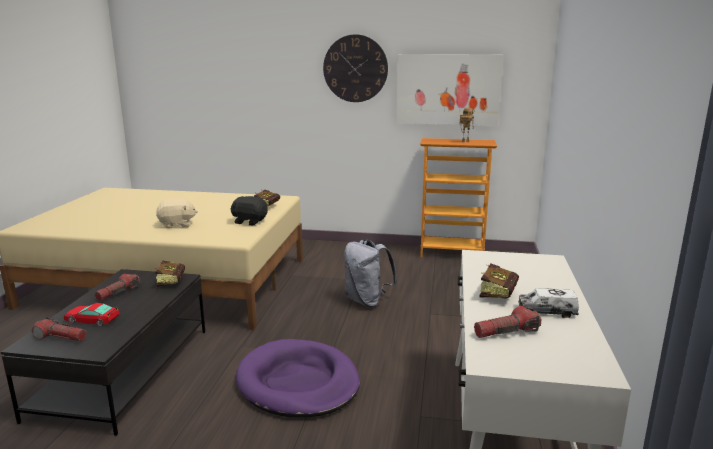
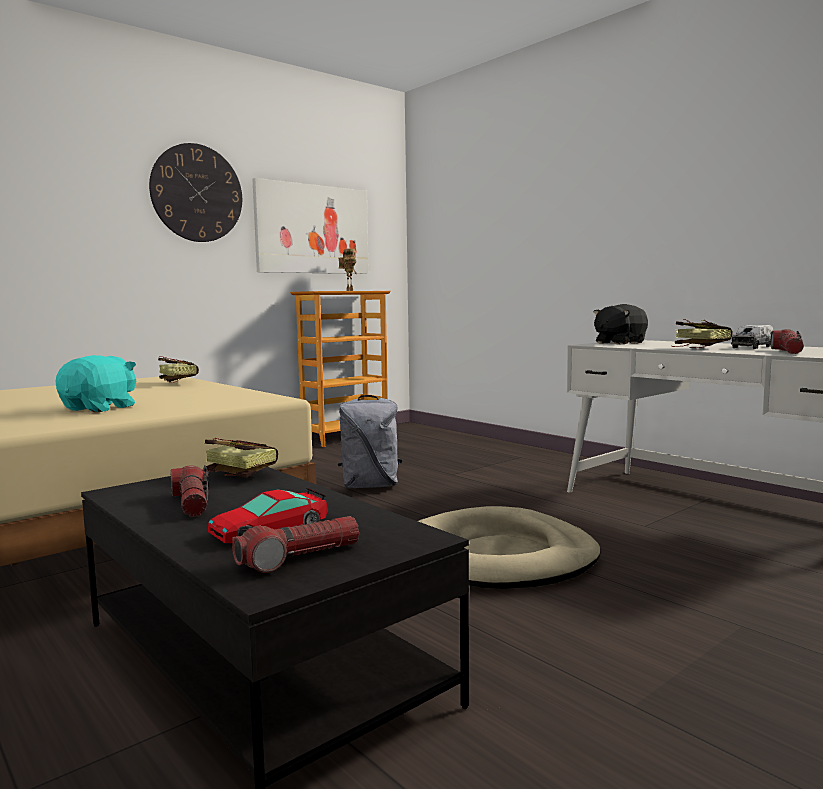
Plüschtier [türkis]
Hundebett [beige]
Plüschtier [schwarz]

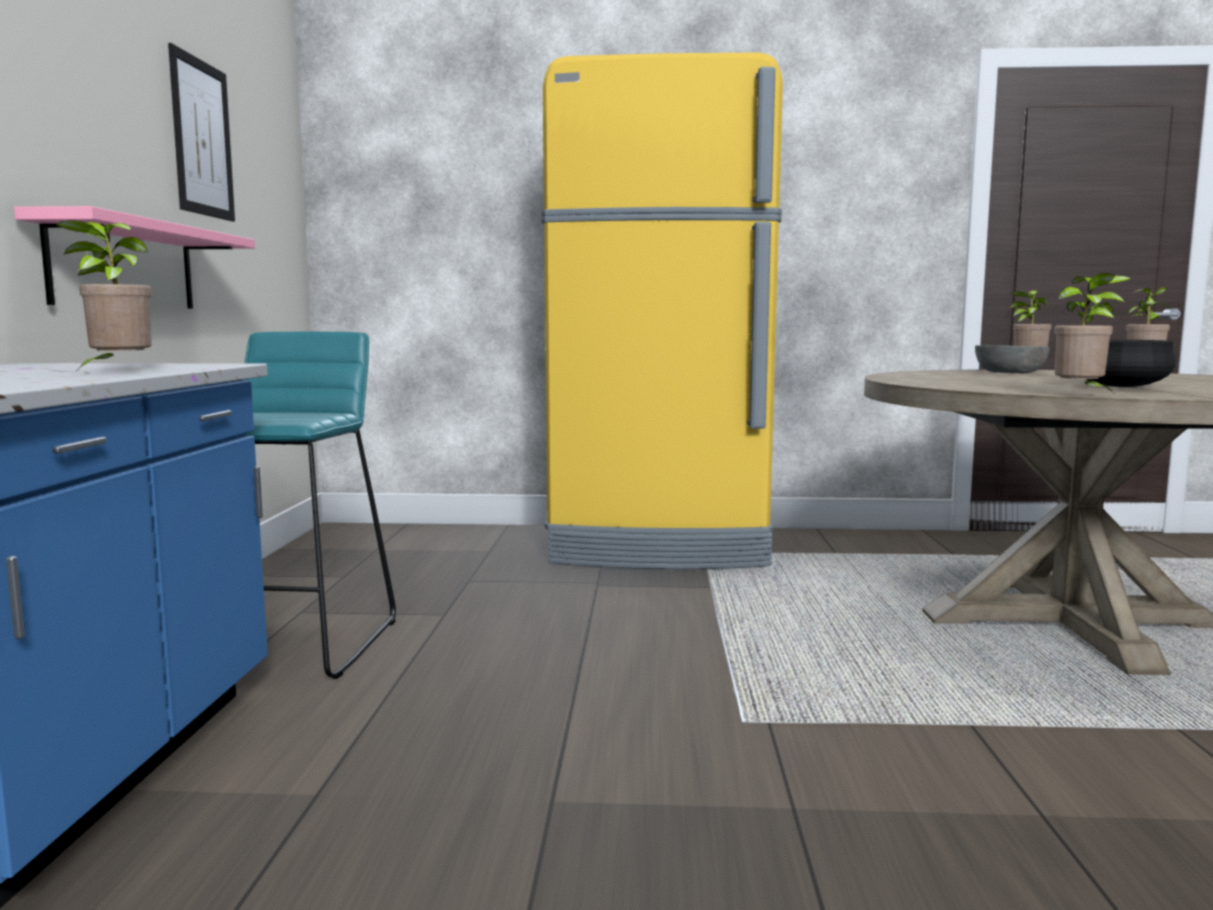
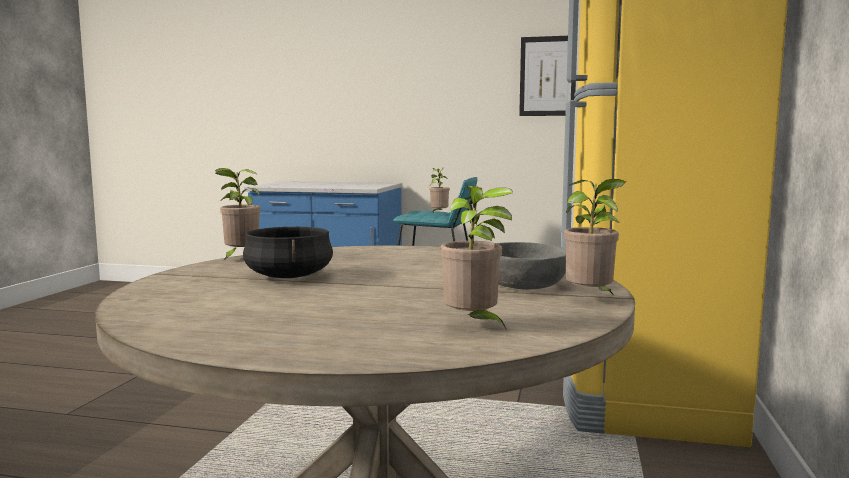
Topfpflanze (no. 2 from left)
Wandregal [rosa]

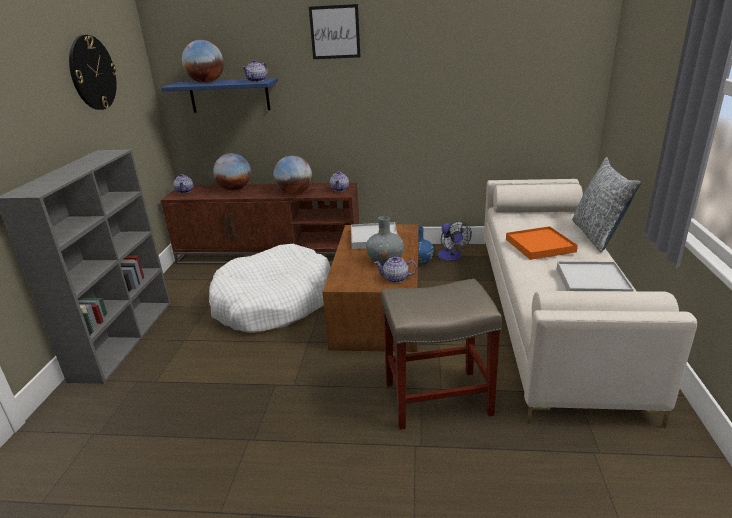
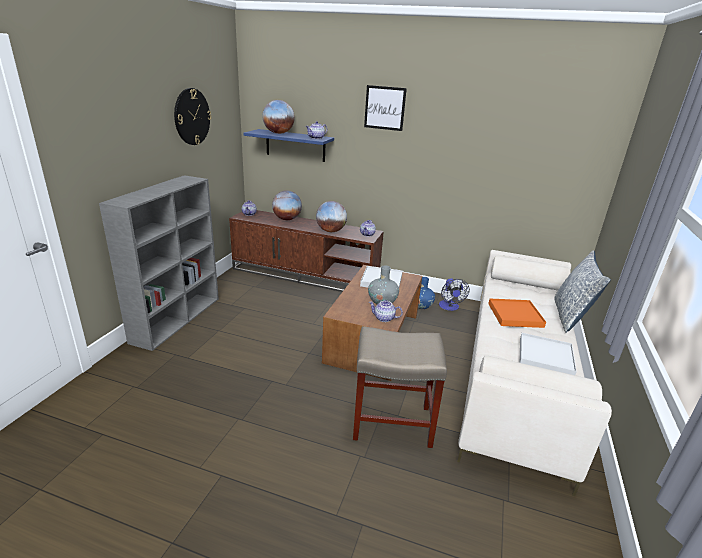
Hundebett [weiß]

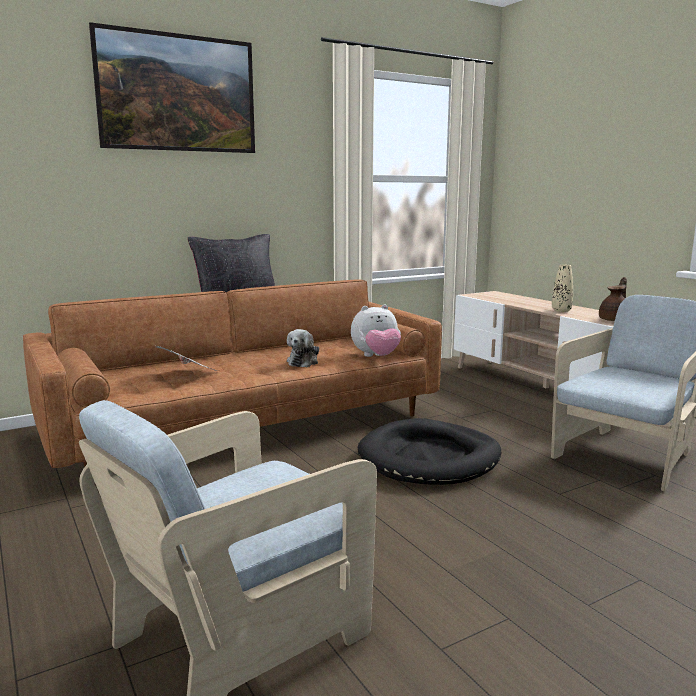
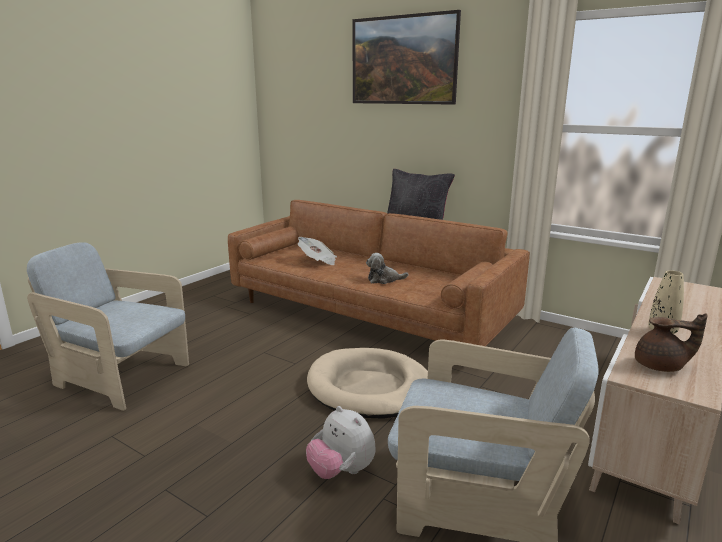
Plüschtier (no. 1 from left)
Hundebett [beige]

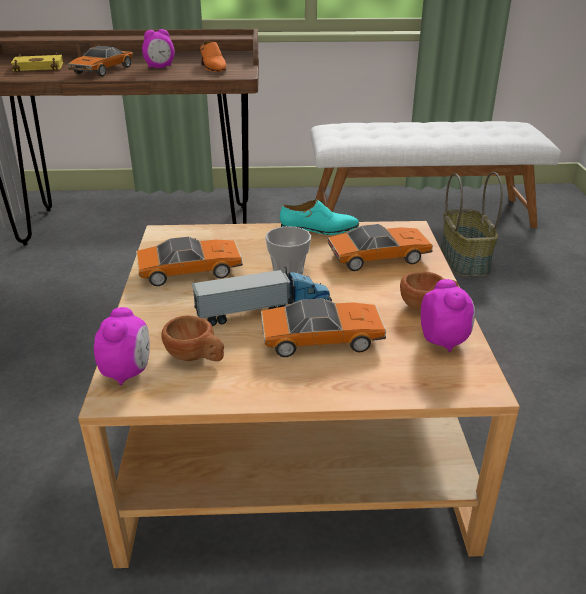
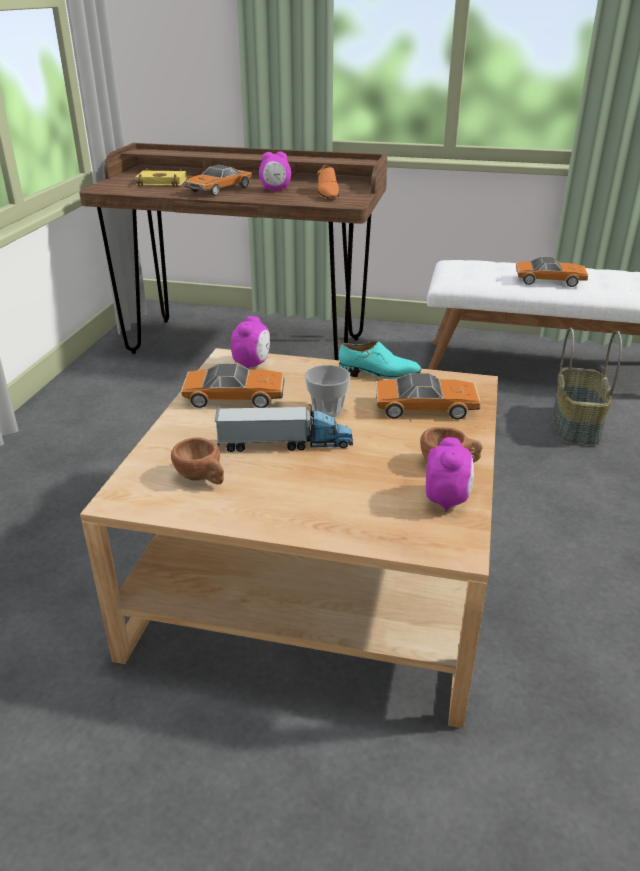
Wecker (no. 1 from left)
Spielzeugauto (no. 4 from left)

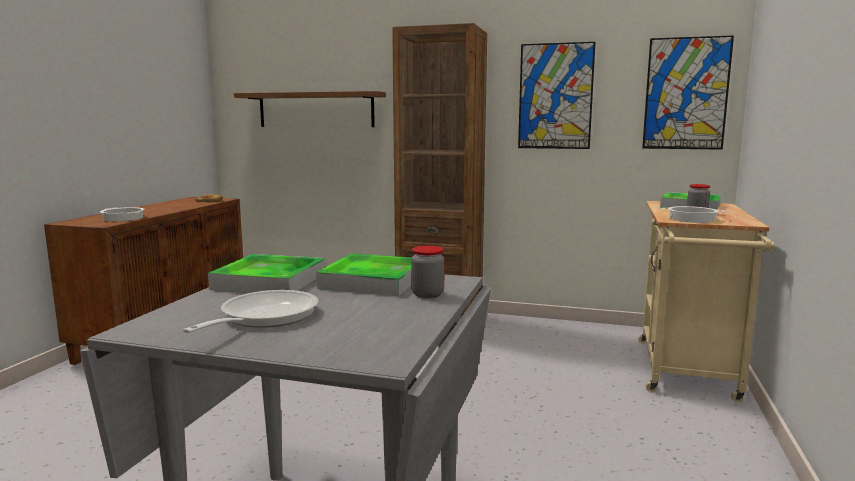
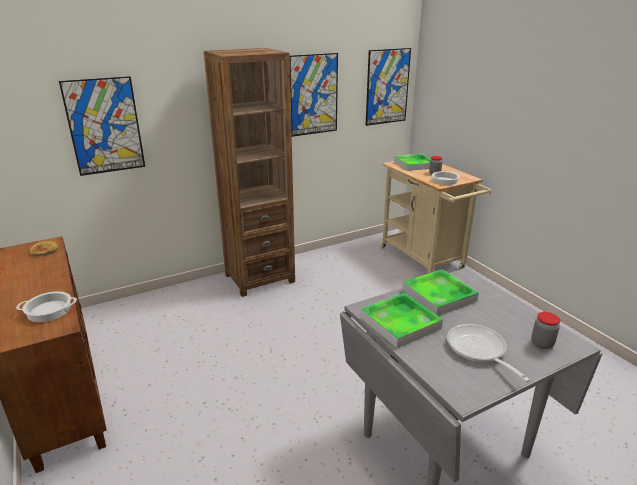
Bild (no. 1 from left)
Vorratsglas (no. 2 from left)

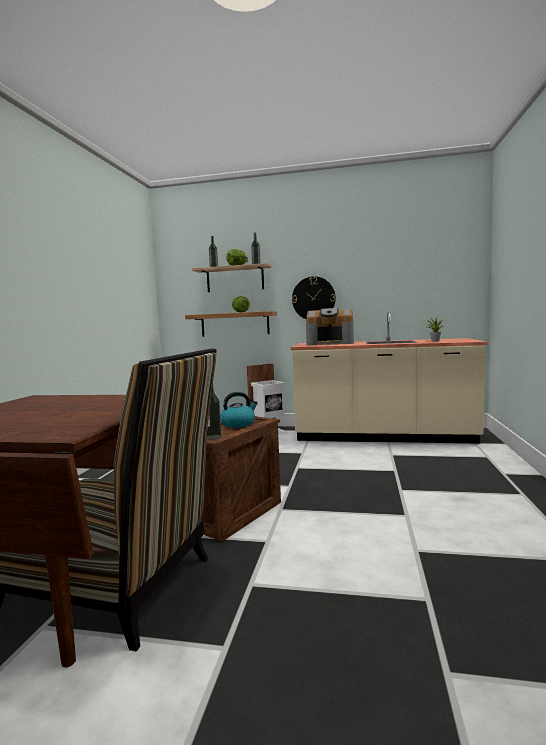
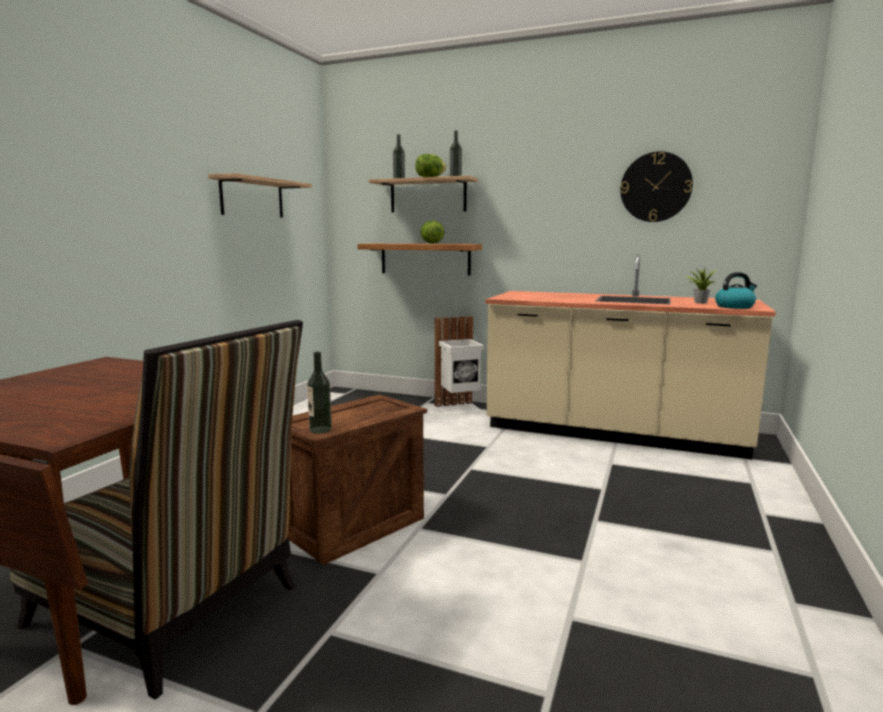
Wandregal (no. 1 from left)
Wanduhr
Wasserkessel
Kaffeemaschine

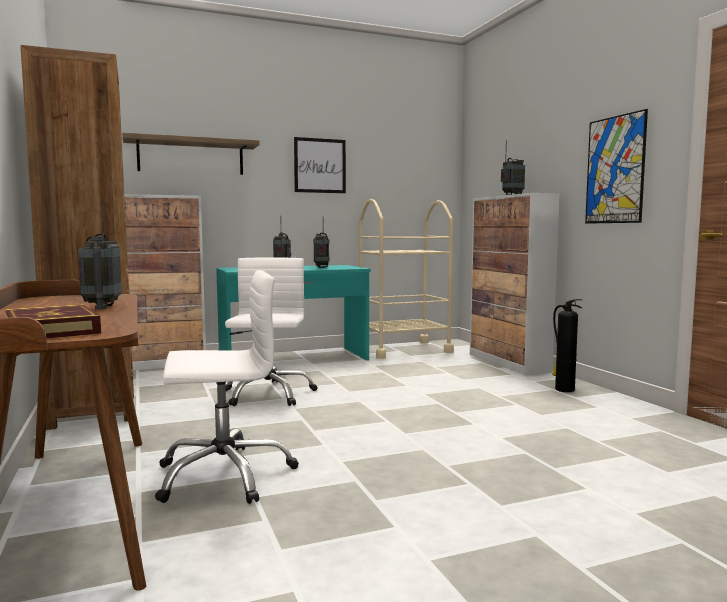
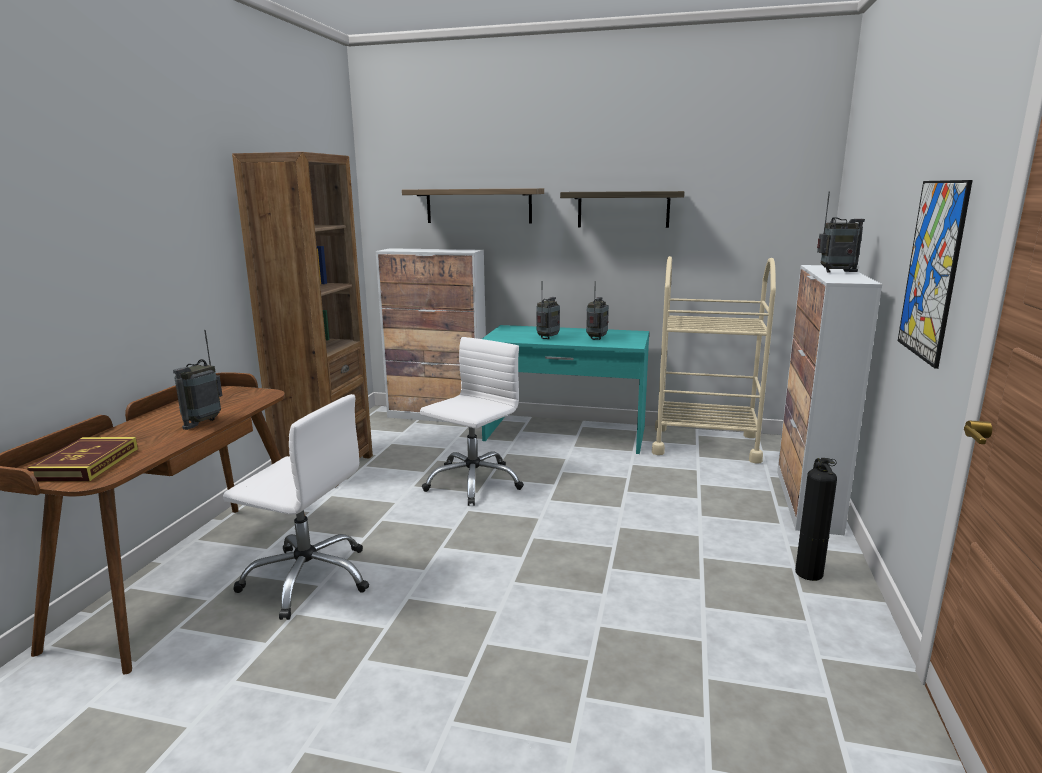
Wandregal (no. 2 from left)

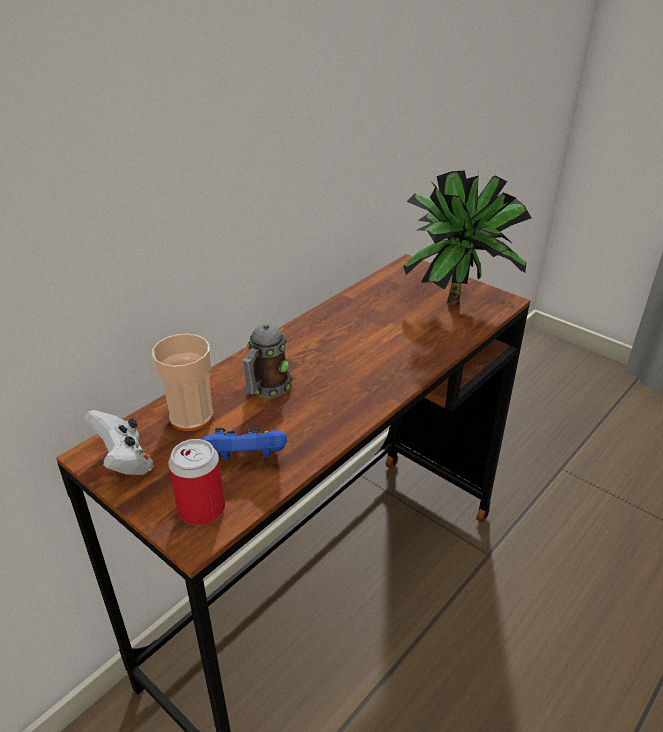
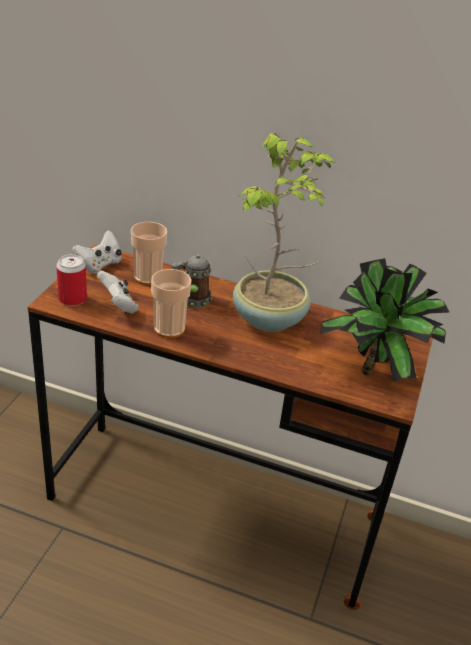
Gamepad [weiß] (no. 2 from left)
Tasse (no. 2 from left)
Topfpflanze (no. 1 from left)

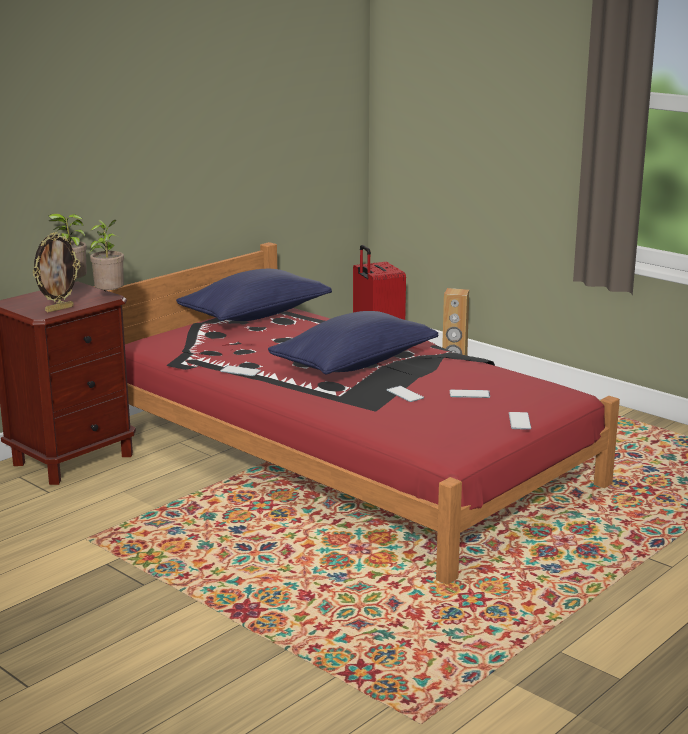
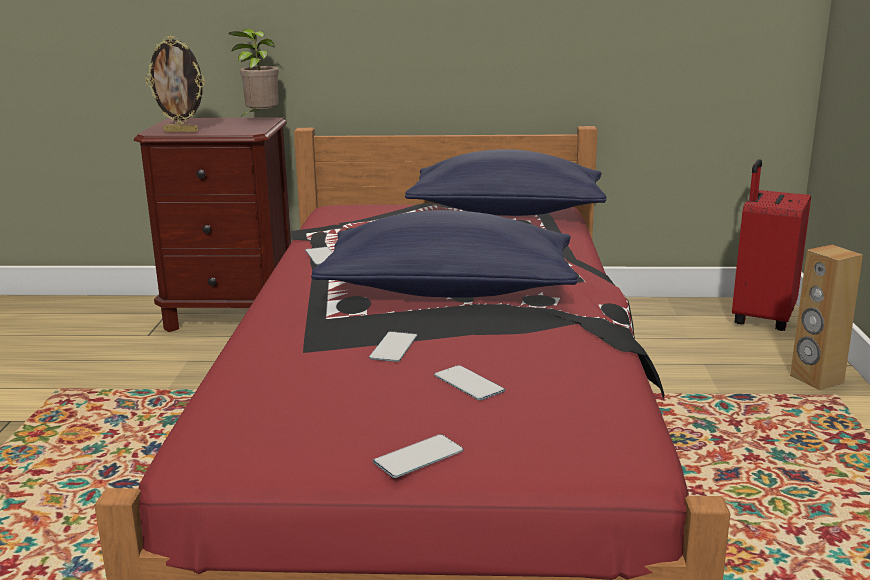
Topfpflanze (no. 2 from left in the first image)

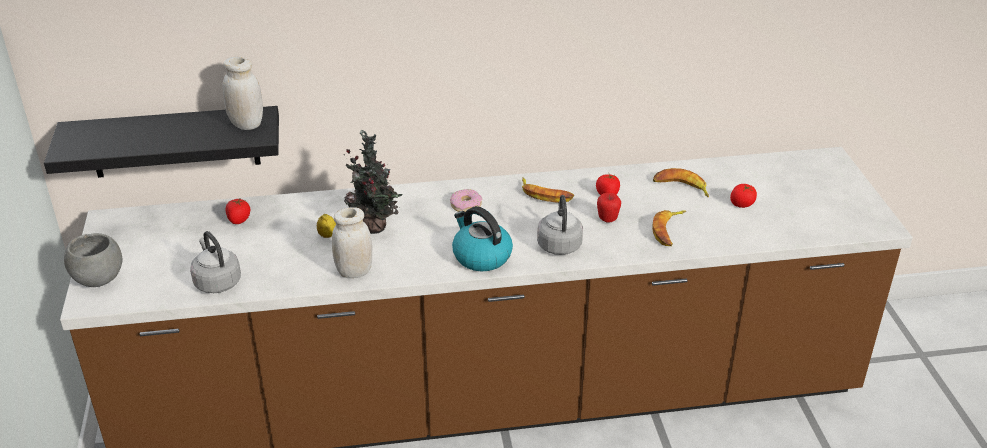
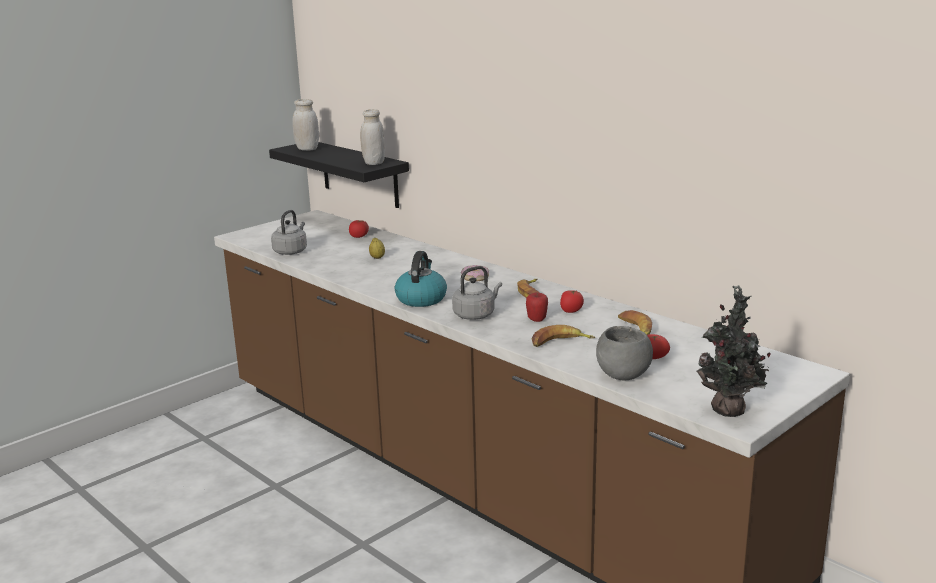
Vorratsglas [weiß] (no. 1 from left)
Schüssel [grau]
Topfpflanze

